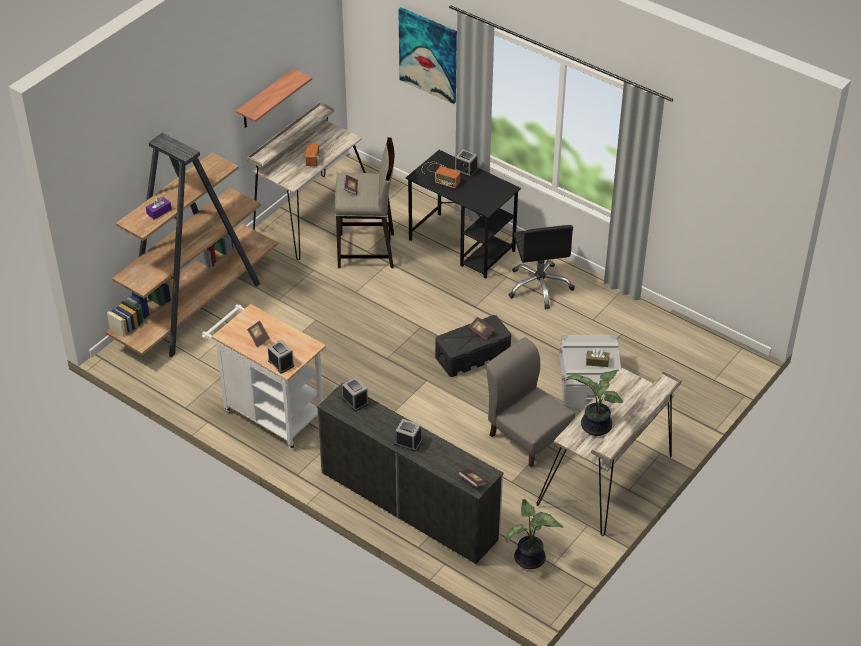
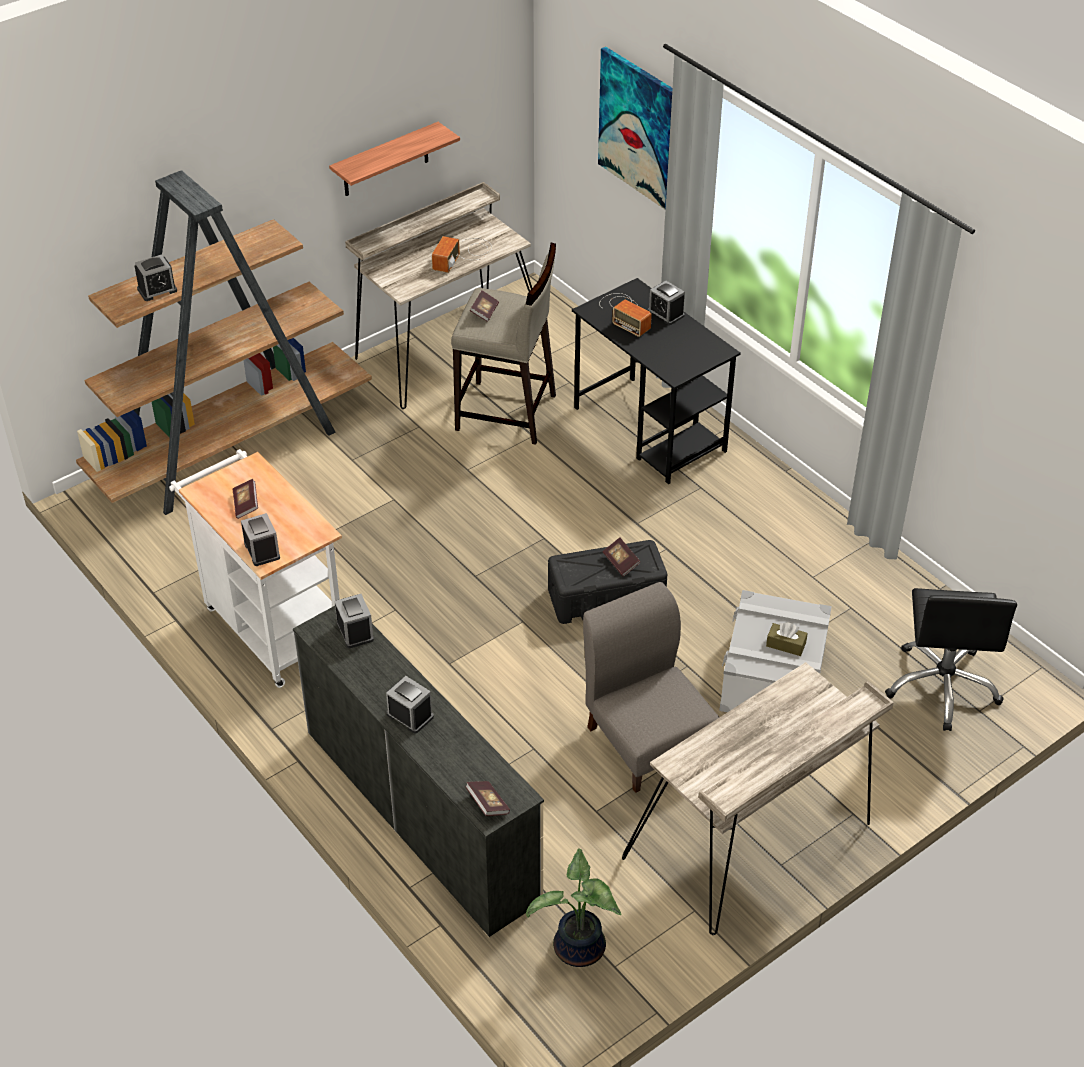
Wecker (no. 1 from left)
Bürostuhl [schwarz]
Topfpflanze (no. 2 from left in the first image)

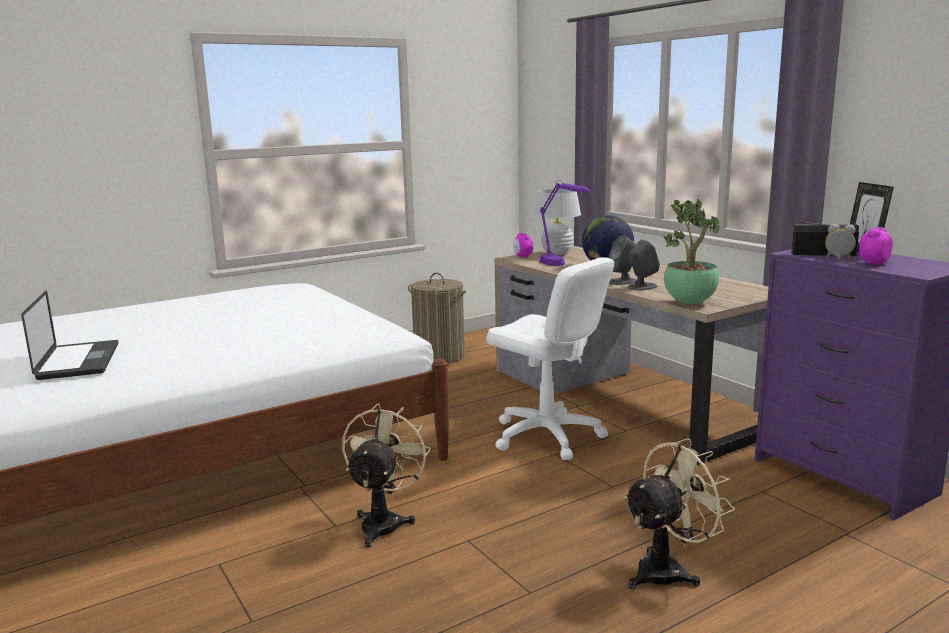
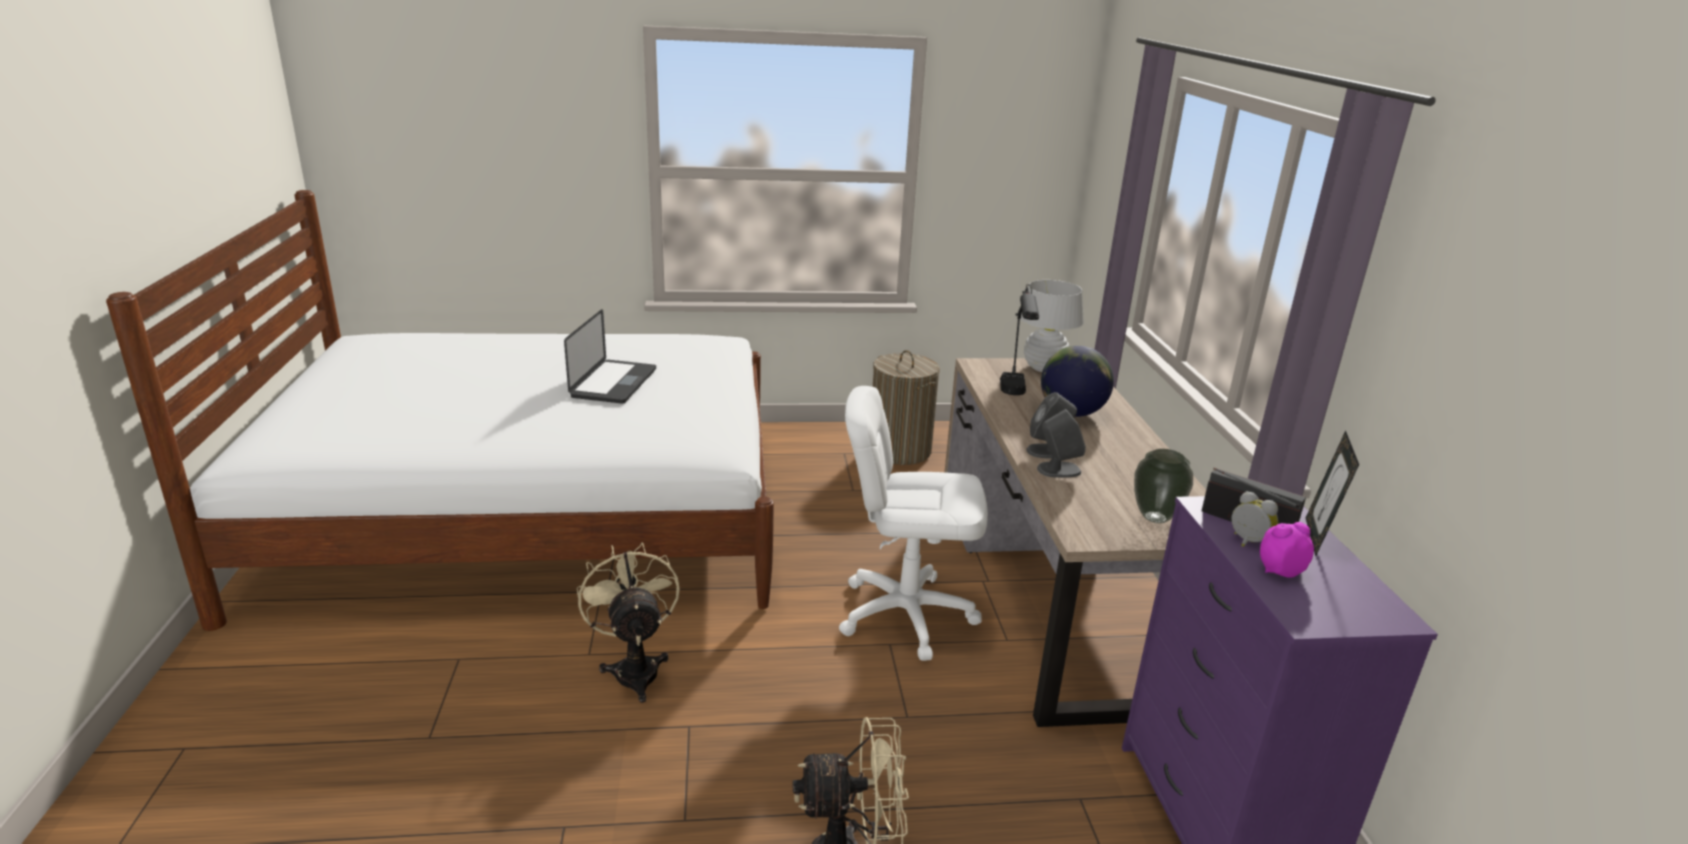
Laptop
Ventilator [beige] (no. 1 from left)
Bürostuhl [weiß]
Tischlampe [schwarz]
Vase
Wecker (no. 1 from left in the first image)
Topfpflanze

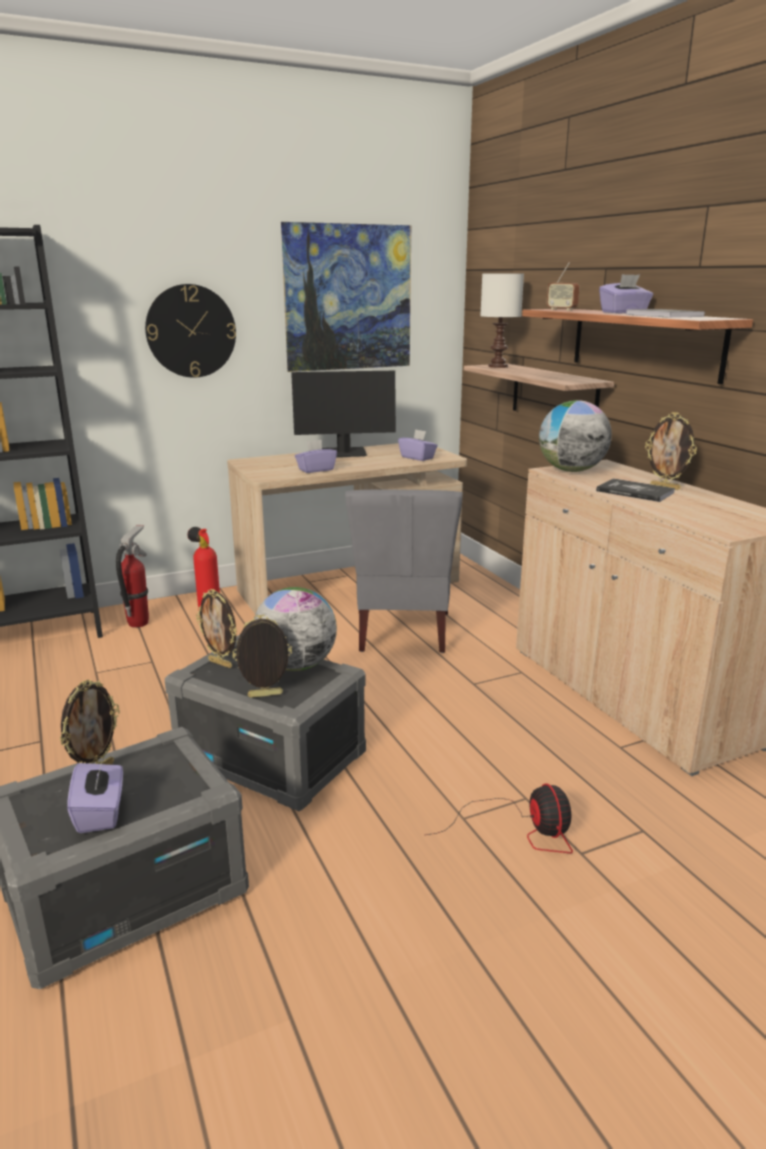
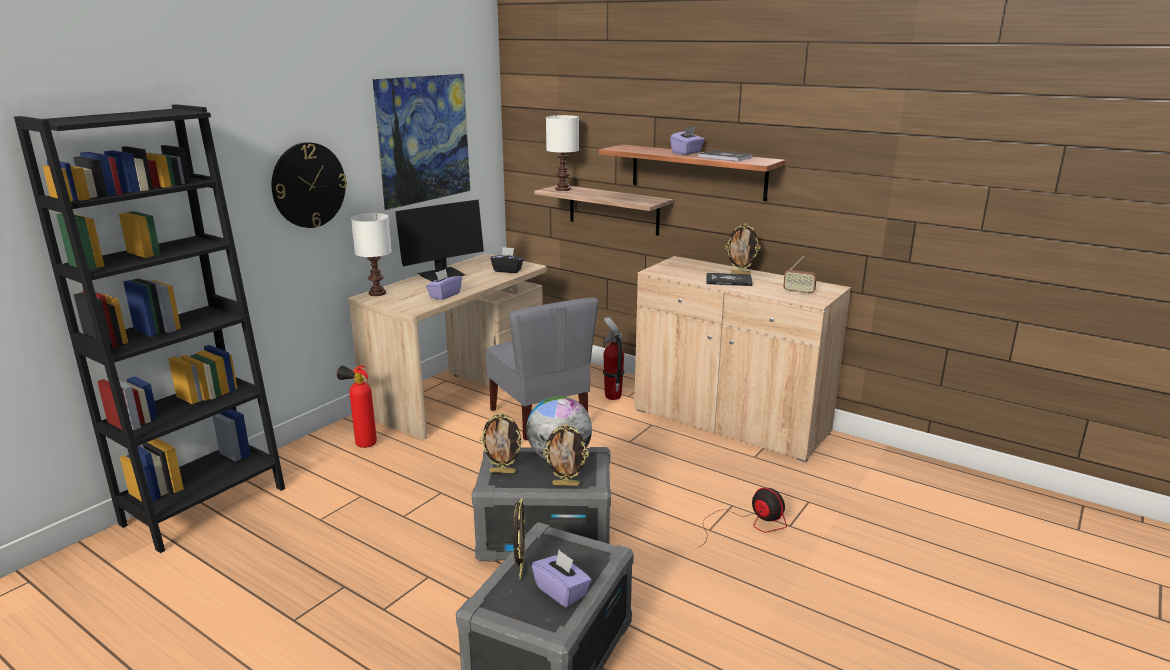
Tischlampe [weiß] (no. 1 from left)
Taschentuchbox [schwarz]
Bilderrahmen (no. 3 from left)
Feuerlöscher (no. 2 from left)
Radio
Globus (no. 2 from left in the first image)

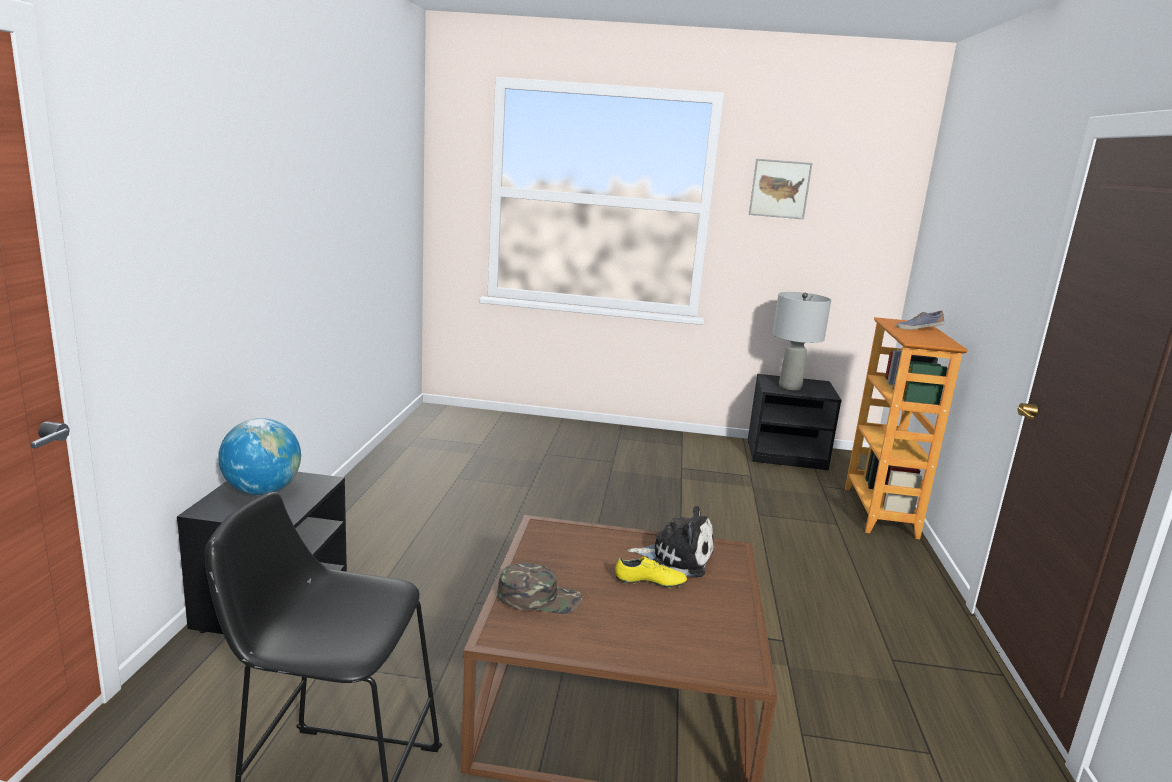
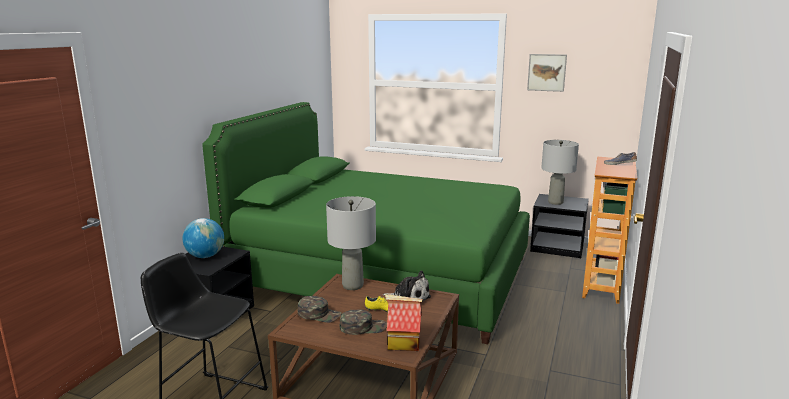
Bett [grün]
Tischlampe [grau] (no. 1 from left)
Kappe [grün] (no. 2 from left)
Spielzeughaus

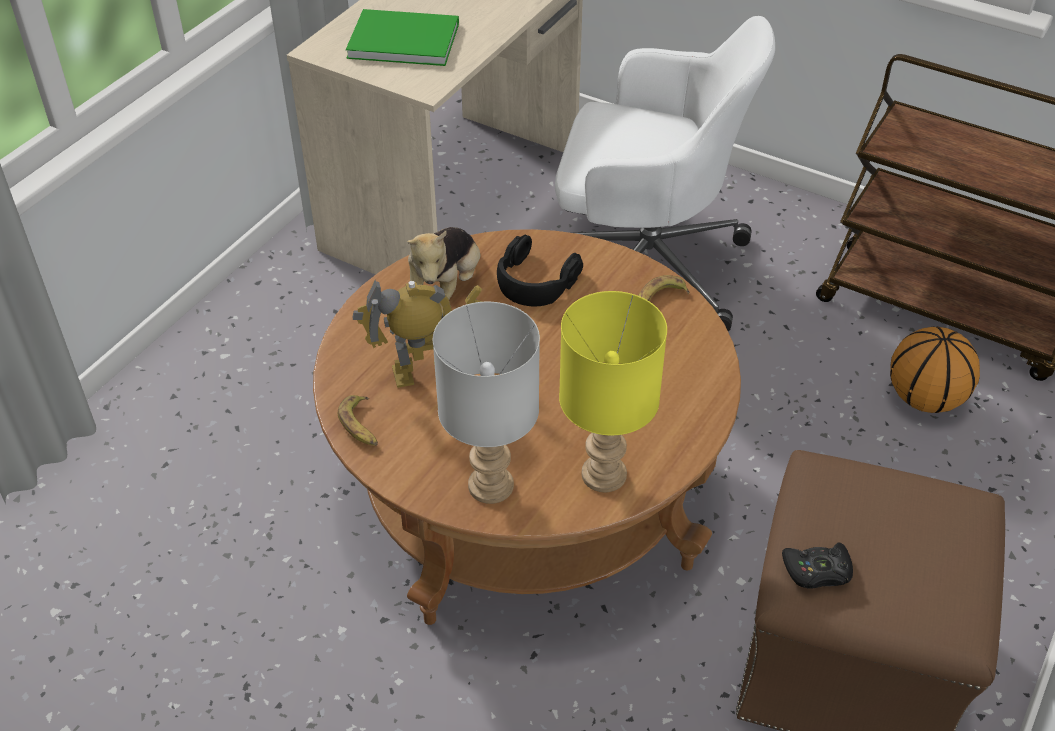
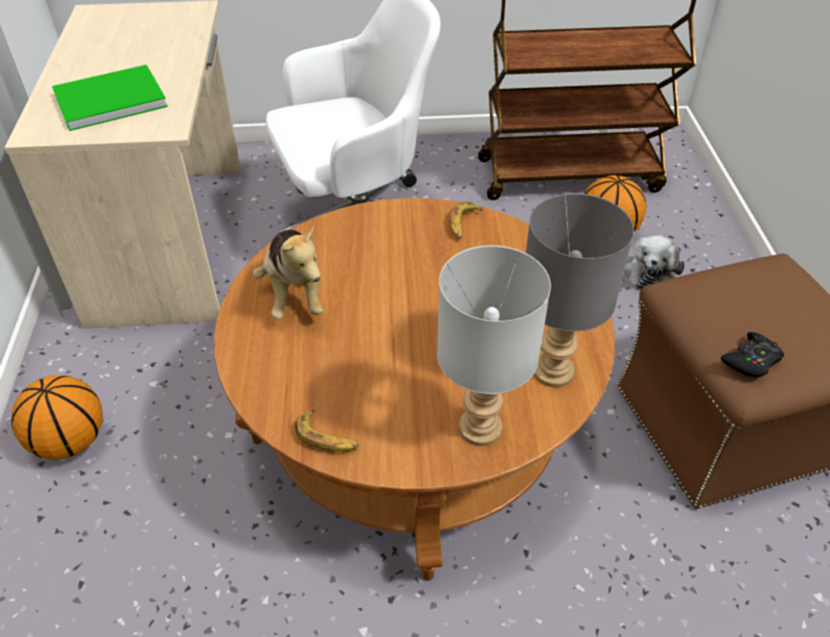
Basketball (no. 1 from left)
Tischlampe [grau] (no. 2 from left)
Plüschtier (no. 2 from left)
Spielzeugroboter
Kopfhörer [schwarz]

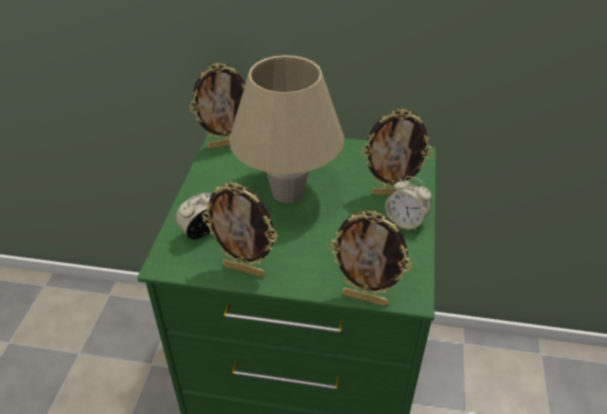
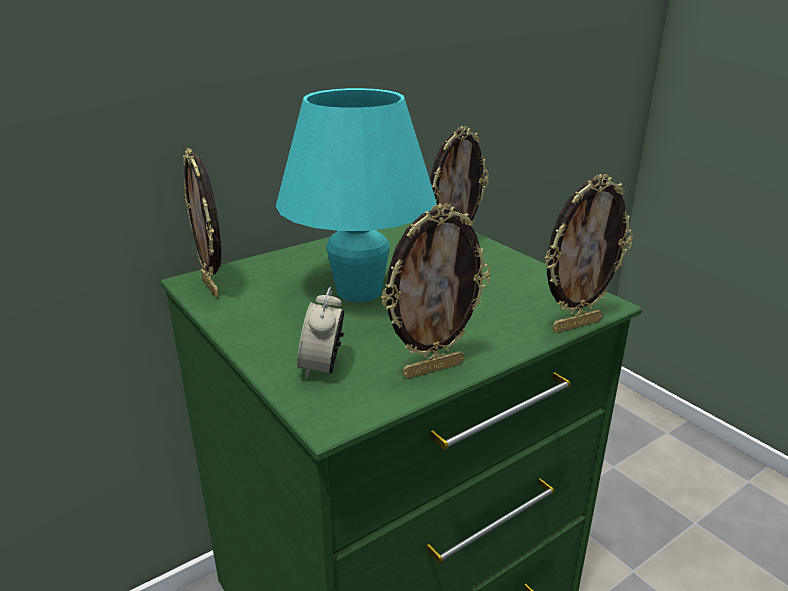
Bilderrahmen (no. 1 from left)
Tischlampe [türkis]
Wecker (no. 2 from left in the first image)

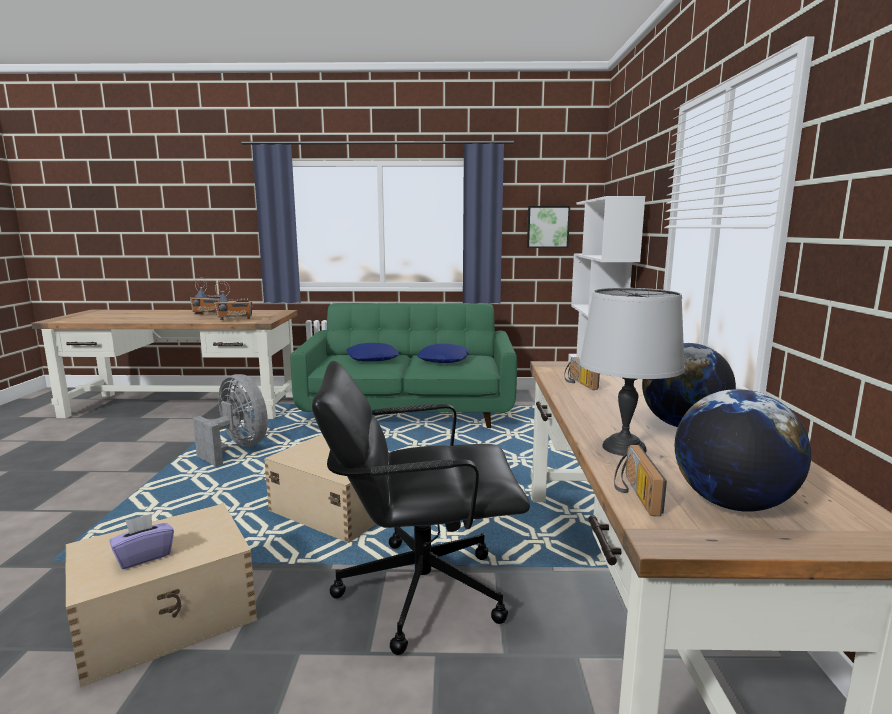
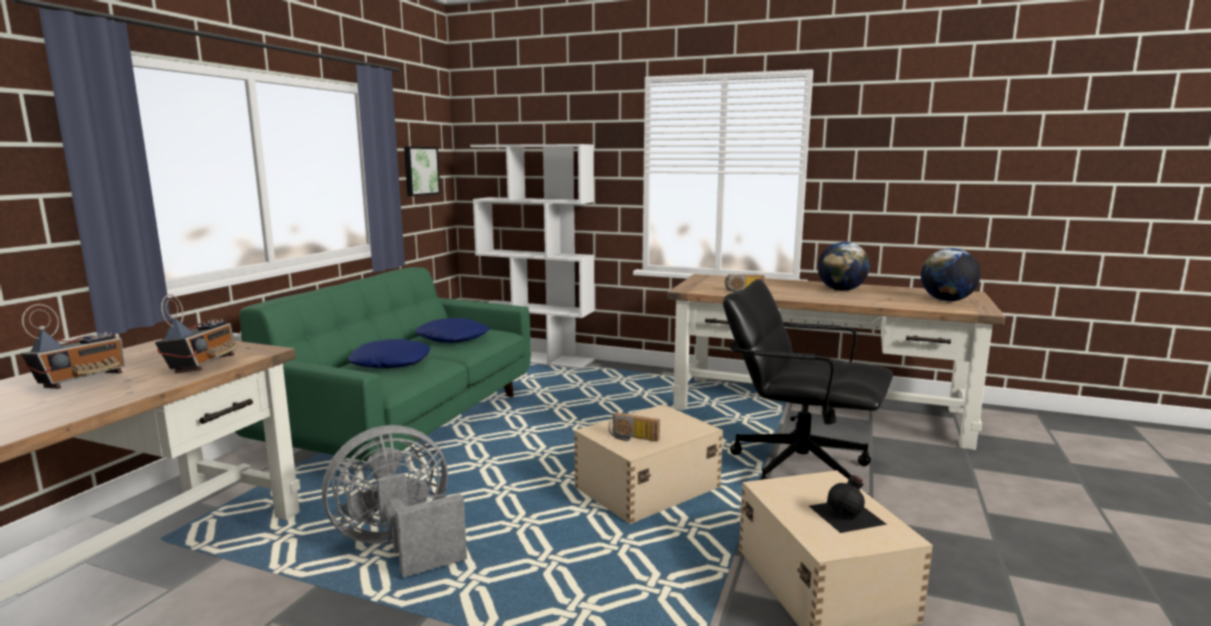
Radio (no. 3 from left)
Bürostuhl [schwarz]
Flasche [schwarz]
Tischlampe [grau]

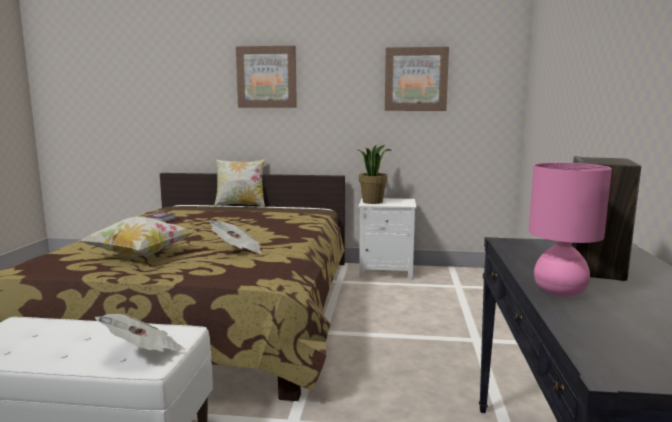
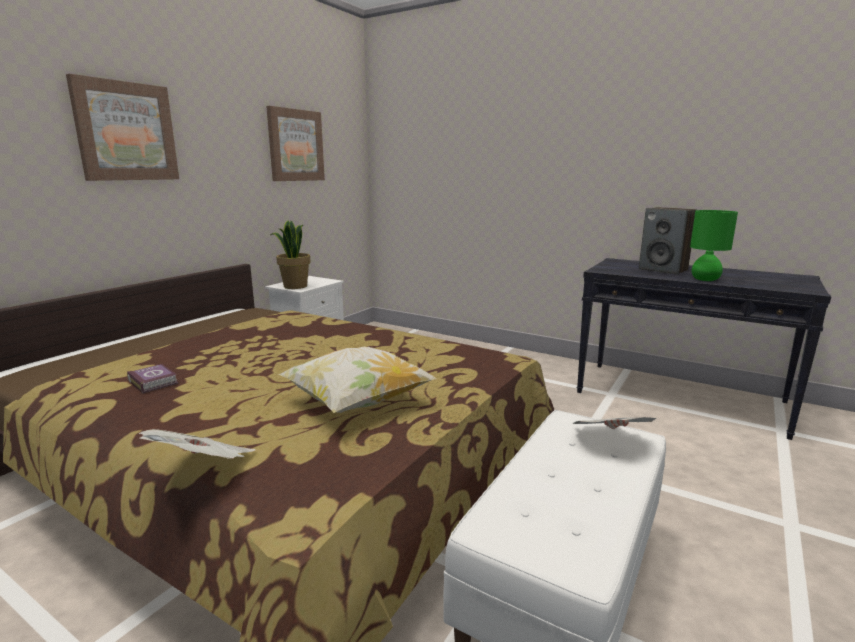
Zeitung (no. 1 from left)
Tischlampe [grün]
Kissen (no. 2 from left in the first image)

